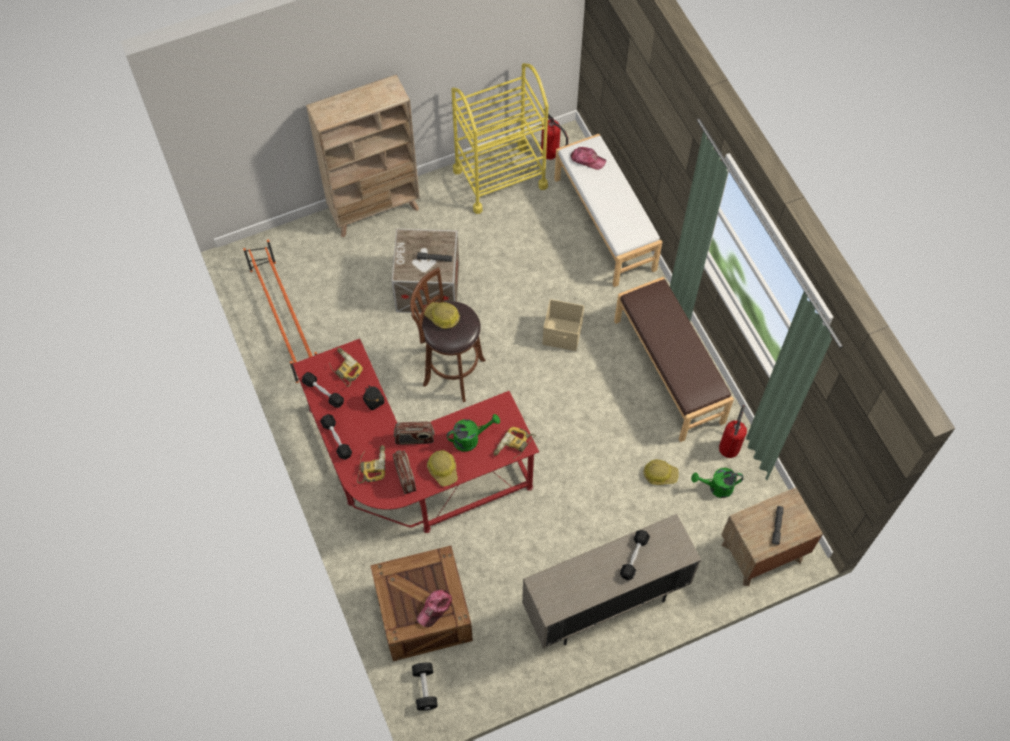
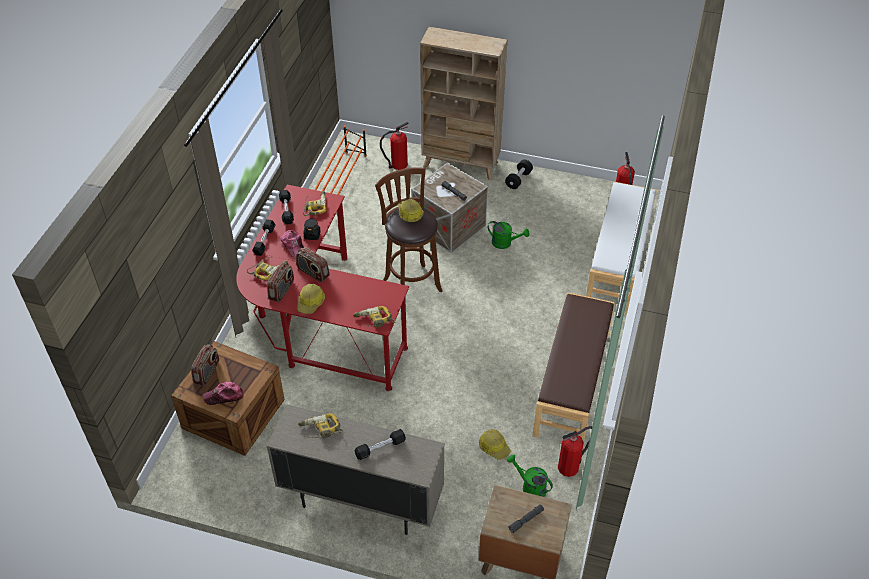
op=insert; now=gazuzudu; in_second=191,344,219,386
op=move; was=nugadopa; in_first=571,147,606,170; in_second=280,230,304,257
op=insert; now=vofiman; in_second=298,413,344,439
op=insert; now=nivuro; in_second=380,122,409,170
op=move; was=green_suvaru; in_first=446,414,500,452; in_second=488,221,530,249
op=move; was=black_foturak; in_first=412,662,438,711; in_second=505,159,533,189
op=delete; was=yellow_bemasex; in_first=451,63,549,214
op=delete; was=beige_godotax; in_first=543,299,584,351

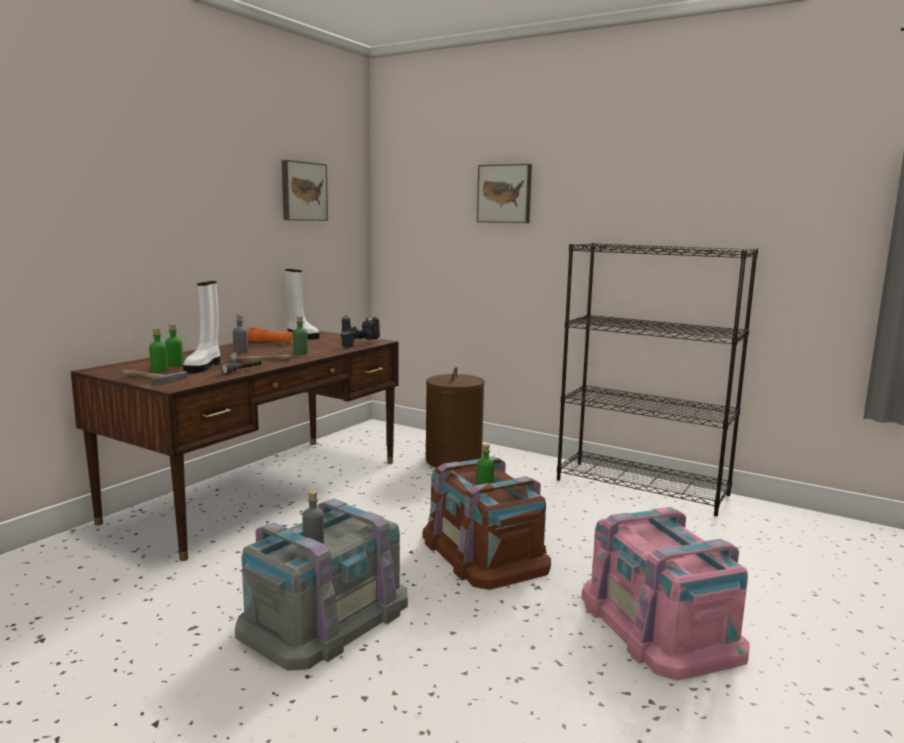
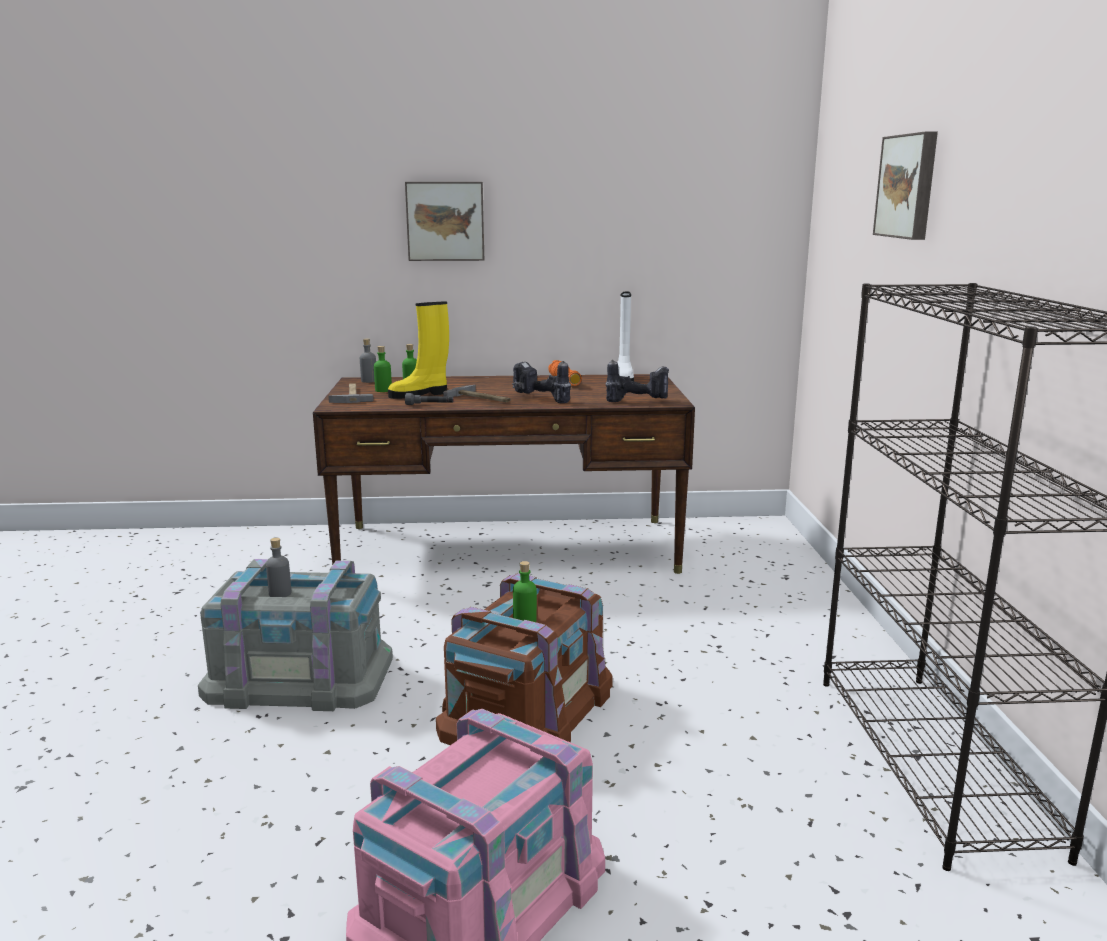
op=move; was=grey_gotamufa; in_first=233,315,248,354; in_second=360,338,376,383
op=recolor; was=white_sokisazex; now=yellow_sokisazex; in_first=183,281,221,373; in_second=388,301,449,399
op=move; was=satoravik; in_first=282,160,328,221; in_second=405,182,484,261
op=replace; was=green_gotamufa; now=vofiman; in_first=293,316,308,355; in_second=512,361,571,403
op=delete; was=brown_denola; in_first=426,367,485,468

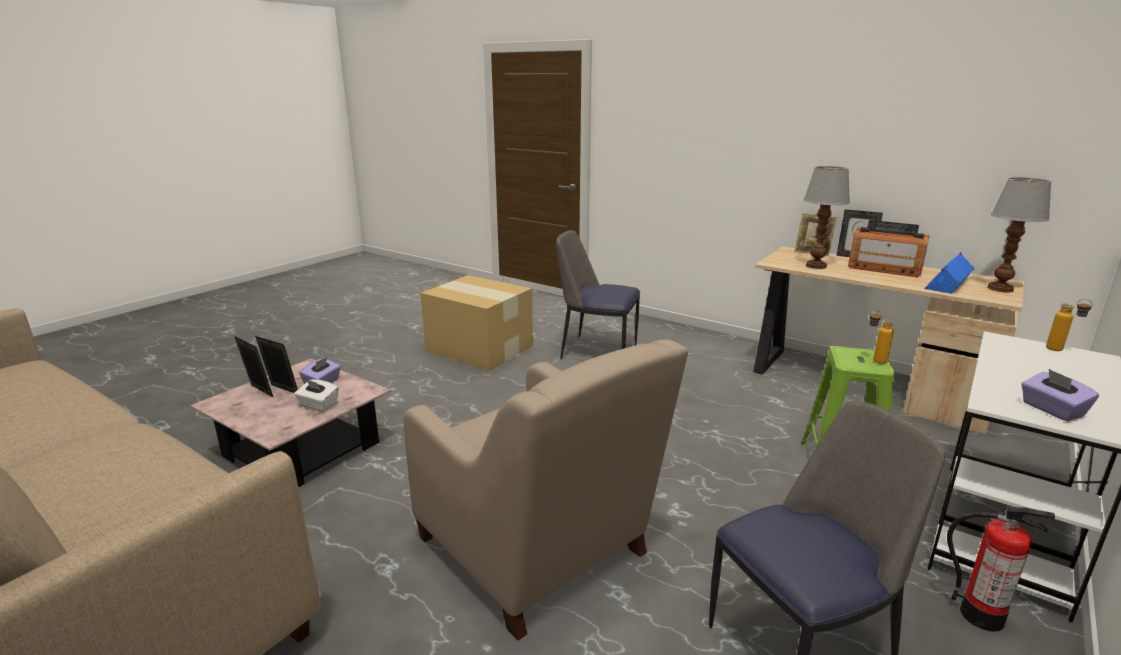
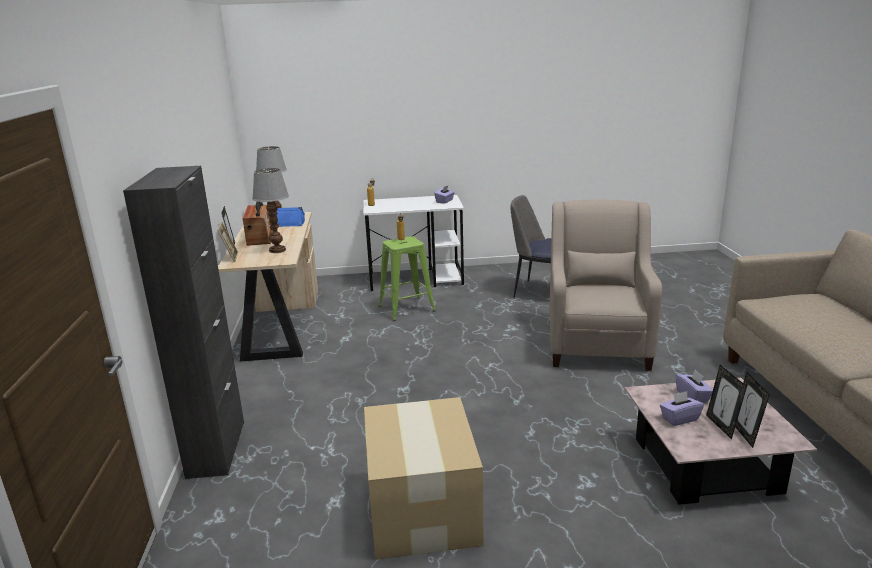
op=insert; now=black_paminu; in_second=123,166,244,479
op=recolor; was=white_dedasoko; now=purple_dedasoko; in_first=294,379,339,412; in_second=675,370,713,403
op=delete; was=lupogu; in_first=556,230,640,359
op=delete; was=nivuro; in_first=947,507,1055,632

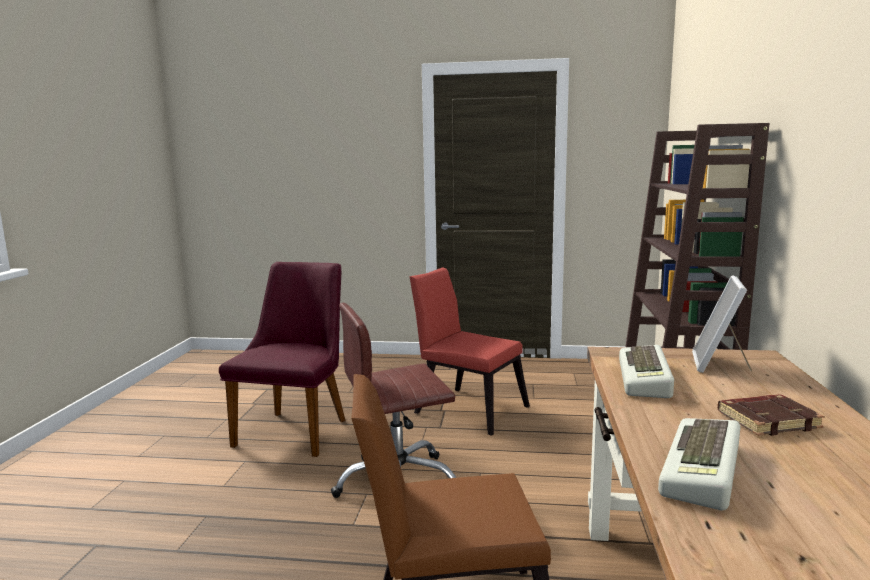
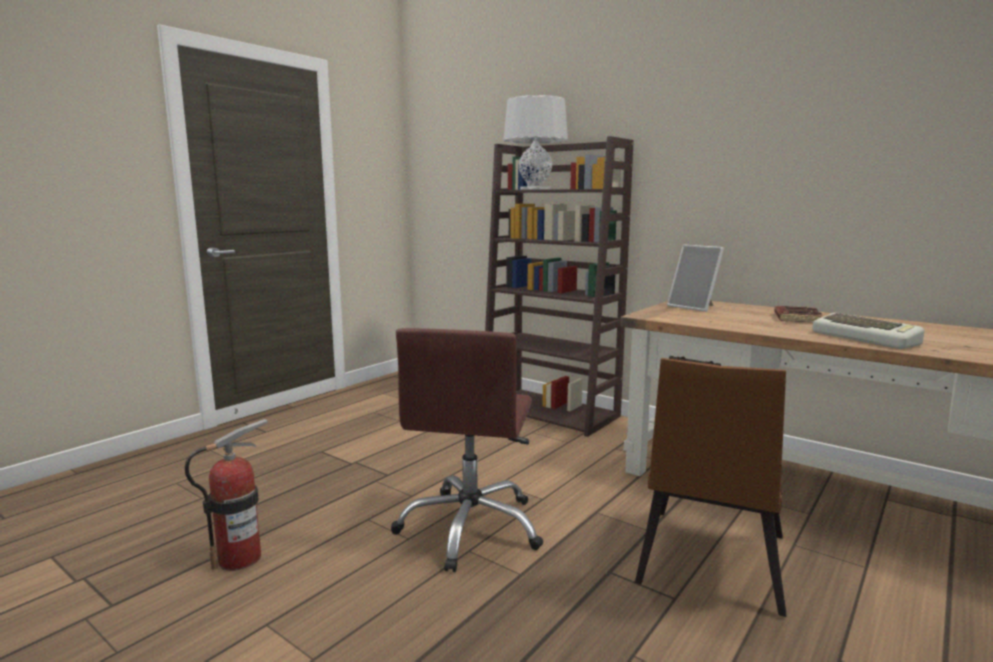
op=replace; was=purple_lupogu; now=nivuro; in_first=219,262,346,457; in_second=185,419,268,571
op=insert; now=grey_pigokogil; in_second=503,95,568,190
op=delete; was=red_lupogu; in_first=410,267,530,436
op=delete; was=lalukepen; in_first=619,345,674,398

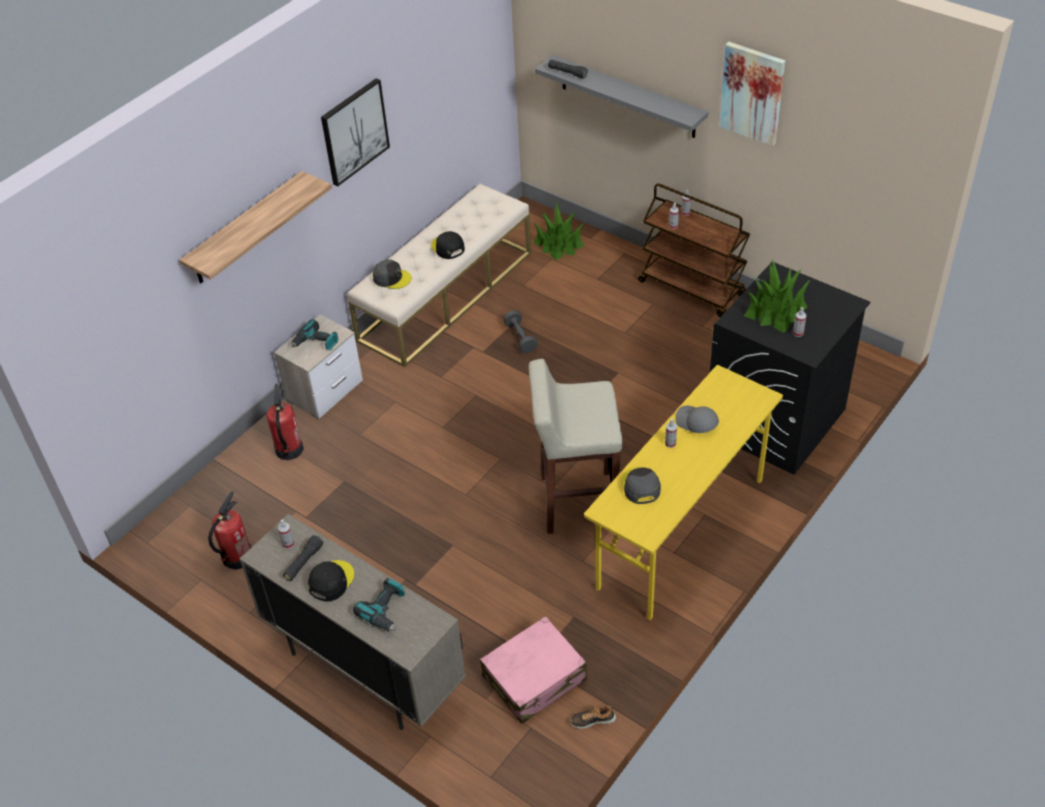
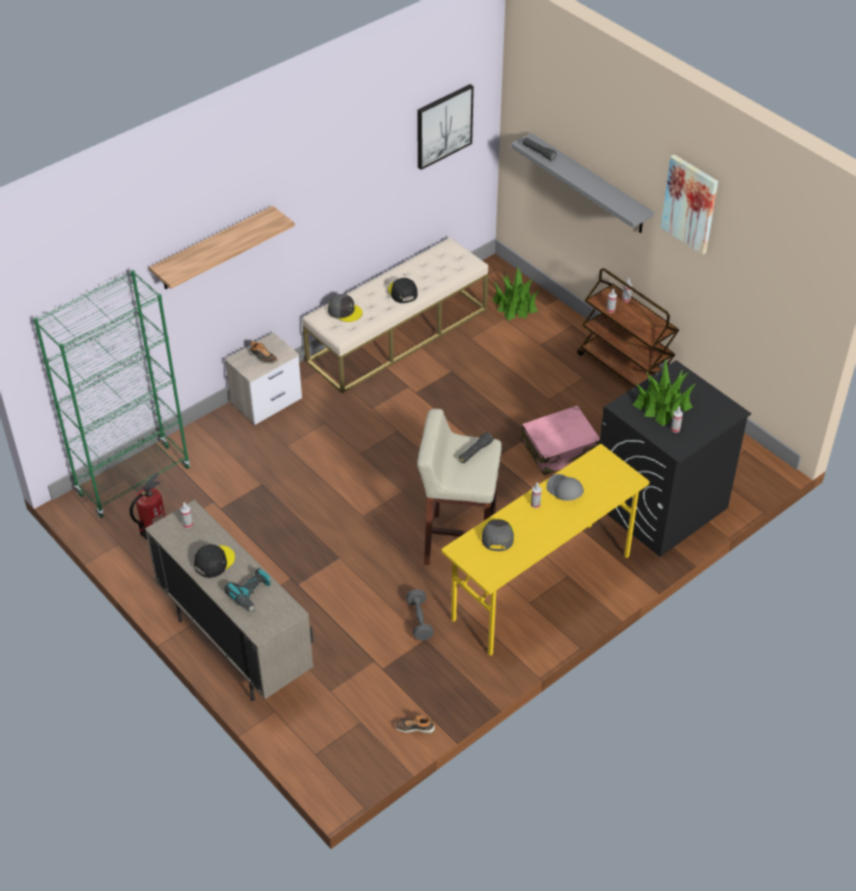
op=insert; now=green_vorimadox; in_second=33,270,190,518
op=replace; was=vofiman; now=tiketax; in_first=291,319,338,351; in_second=249,341,278,364
op=move; was=grey_foturak; in_first=503,310,538,353; in_second=406,589,434,640
op=move; was=satoravik; in_first=321,78,390,187; in_second=417,84,474,170
op=move; was=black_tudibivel; in_first=283,535,323,581; in_second=459,432,493,463
op=move; was=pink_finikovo; in_first=480,616,587,724; in_second=521,405,600,475
op=delete; was=nivuro; in_first=266,384,304,460

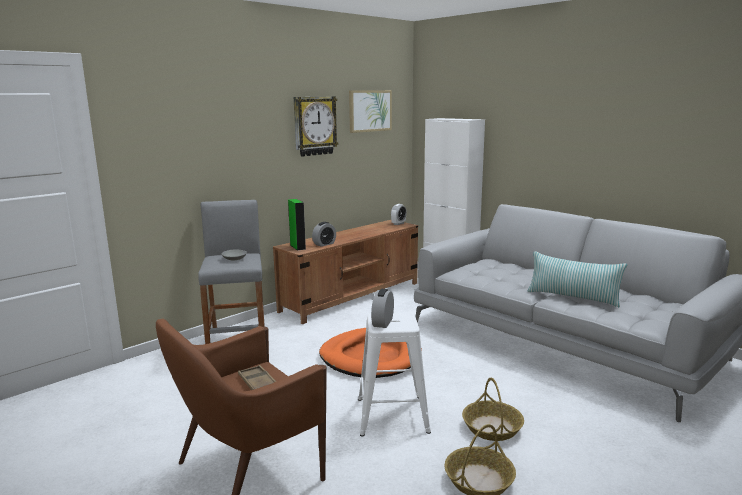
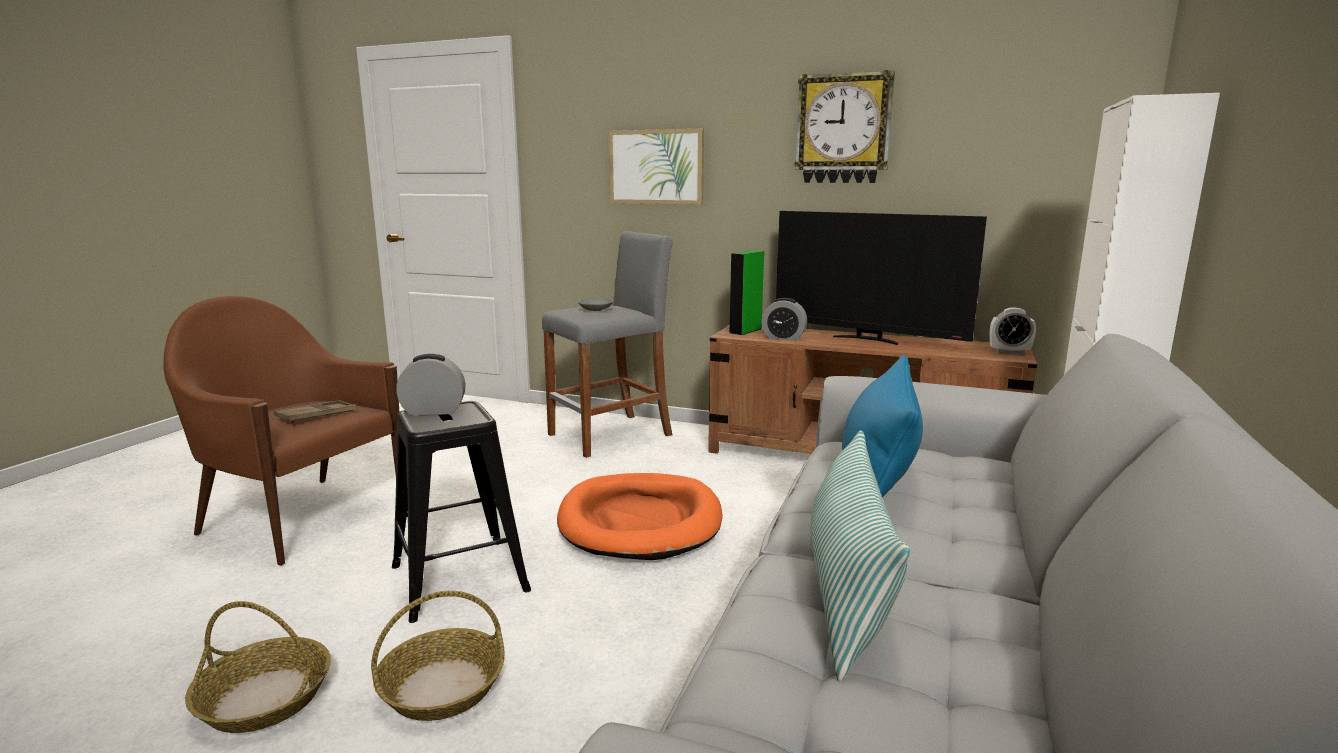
op=recolor; was=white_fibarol; now=black_fibarol; in_first=358,312,431,437; in_second=392,401,531,623
op=move; was=satoravik; in_first=349,90,392,133; in_second=609,129,704,205
op=insert; now=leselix; in_second=776,211,987,345
op=insert; now=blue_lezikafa; in_second=842,355,923,498

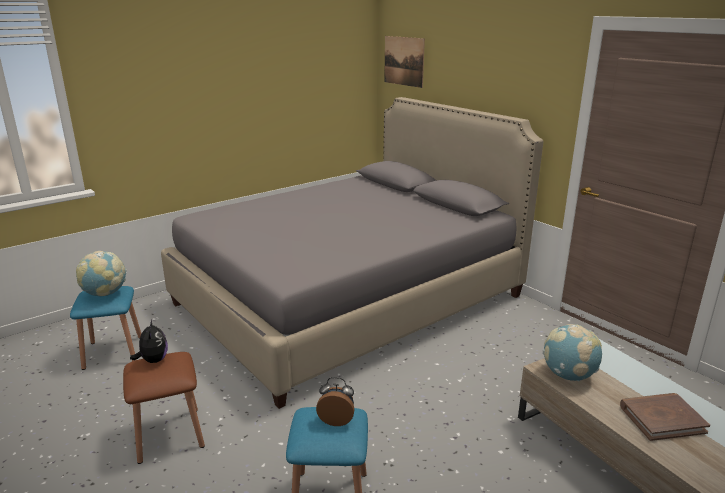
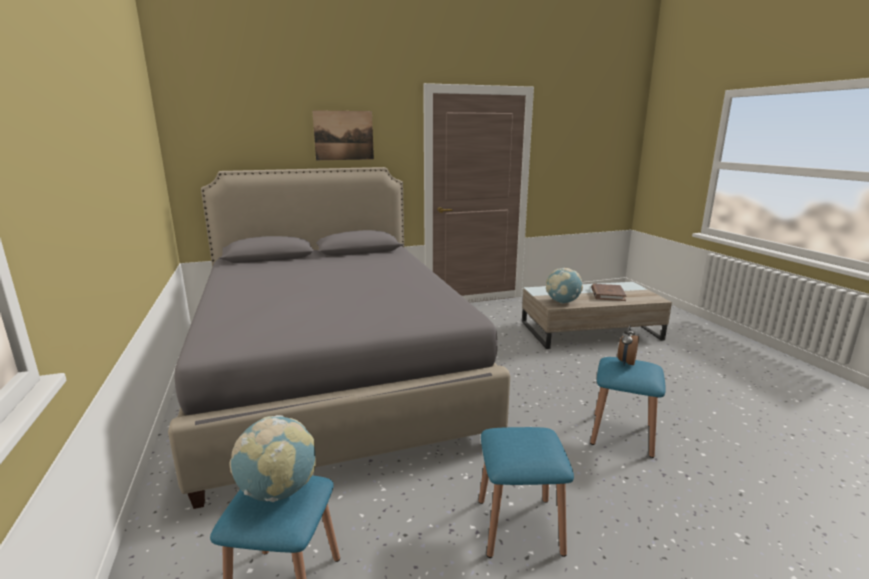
op=move; was=satoravik; in_first=384,36,425,88; in_second=312,110,374,160
op=recolor; was=brown_fibarol; now=blue_fibarol; in_first=123,352,205,464; in_second=479,427,574,558
op=delete; was=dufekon; in_first=130,320,168,363

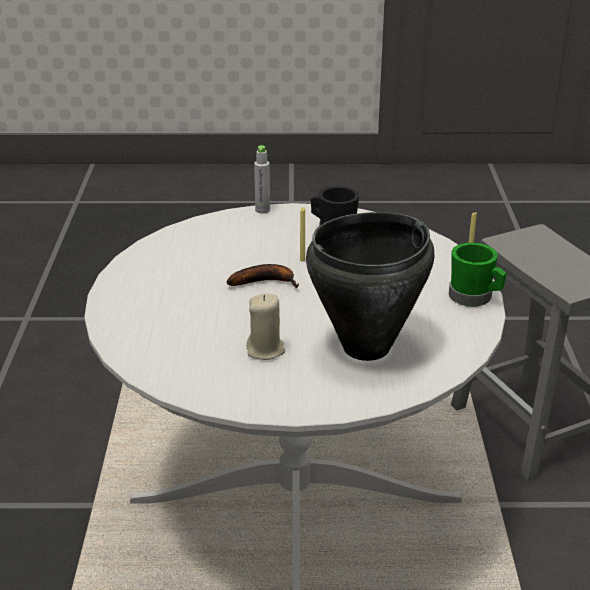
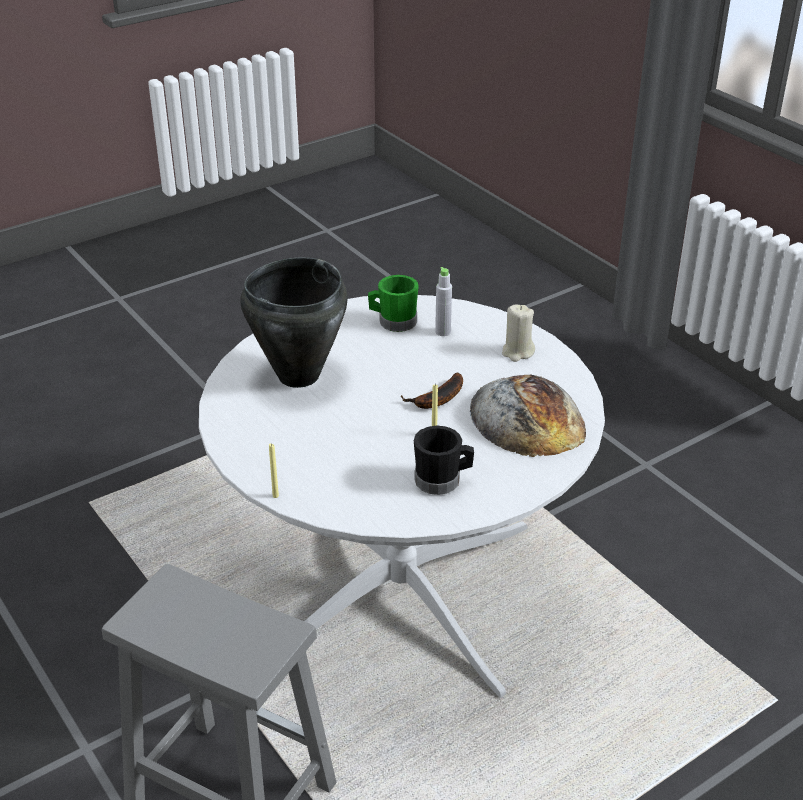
op=move; was=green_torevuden; in_first=449,243,507,307; in_second=368,275,419,332
op=move; was=grey_gotamufa; in_first=254,145,270,214; in_second=435,267,452,336
op=insert; now=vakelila; in_second=470,375,586,457
op=move; was=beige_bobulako; in_first=246,293,286,360; in_second=502,305,535,362

